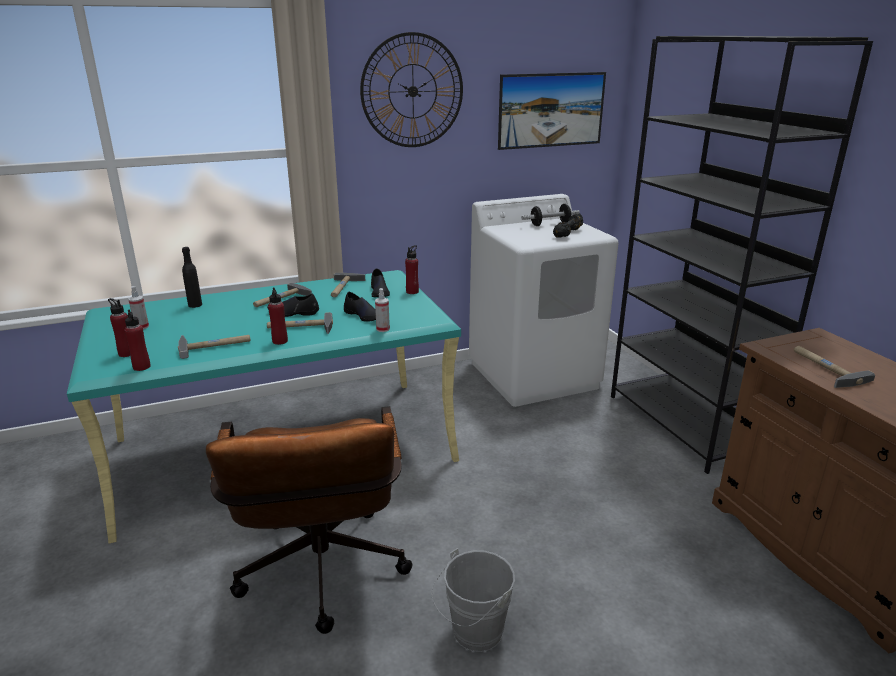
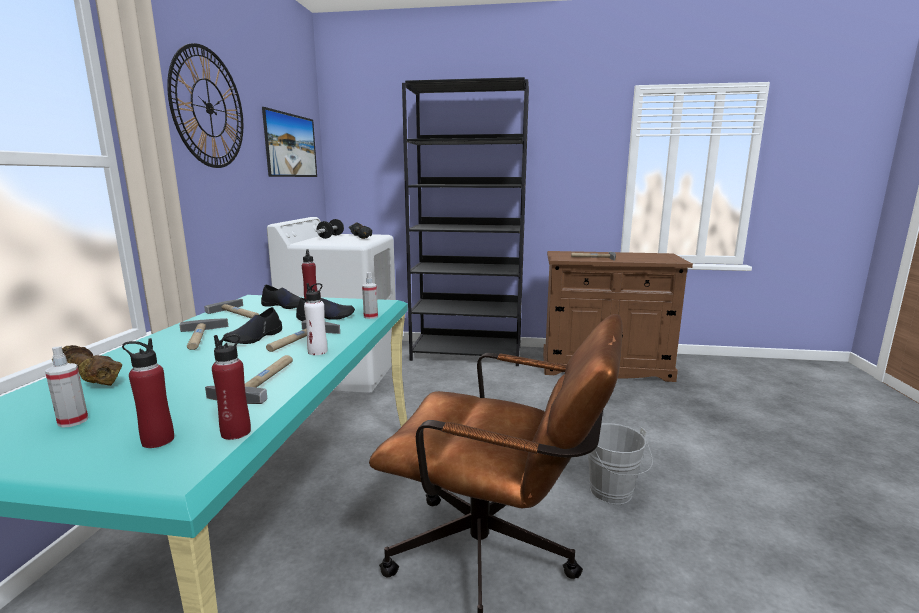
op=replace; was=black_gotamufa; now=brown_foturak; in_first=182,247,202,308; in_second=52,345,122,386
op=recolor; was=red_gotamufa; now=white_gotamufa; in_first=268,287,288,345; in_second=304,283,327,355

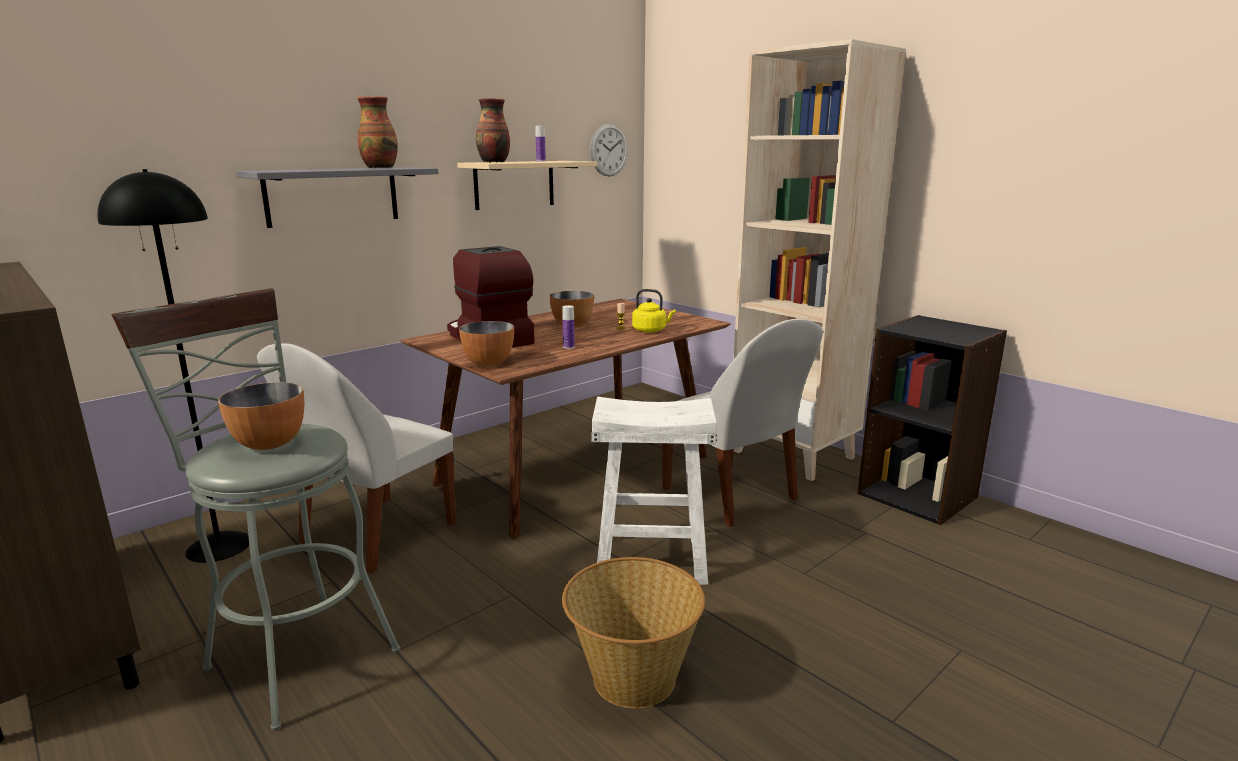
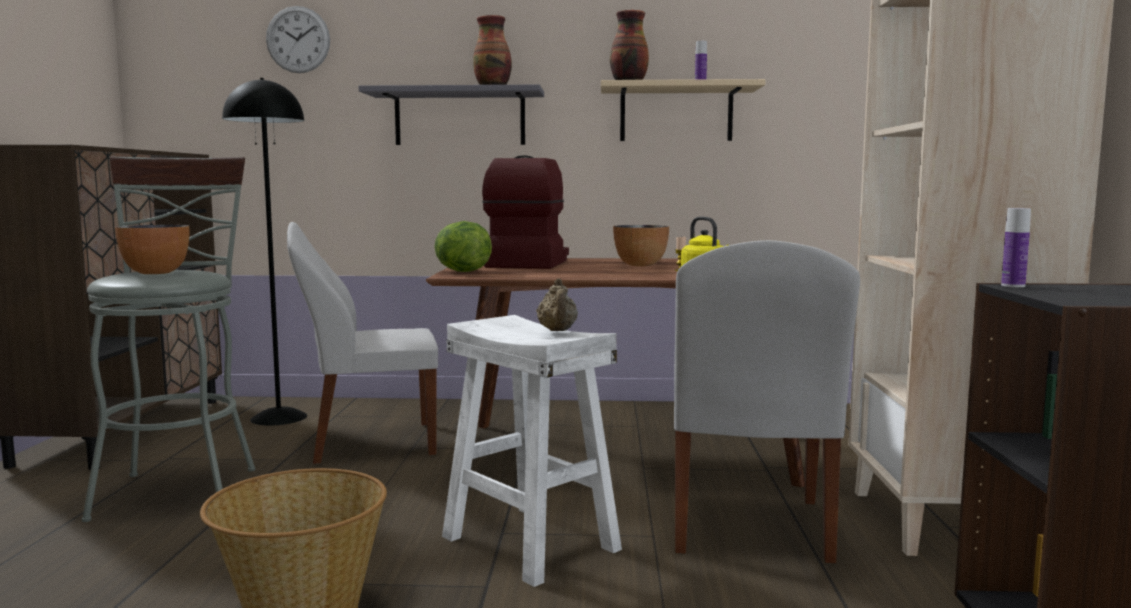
op=move; was=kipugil; in_first=590,124,628,177; in_second=266,6,330,73
op=replace; was=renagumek; now=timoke; in_first=459,321,514,367; in_second=434,221,492,272
op=insert; now=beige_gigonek; in_second=536,278,578,331
op=move; was=gotamufa; in_first=563,305,575,349; in_second=1001,208,1031,287

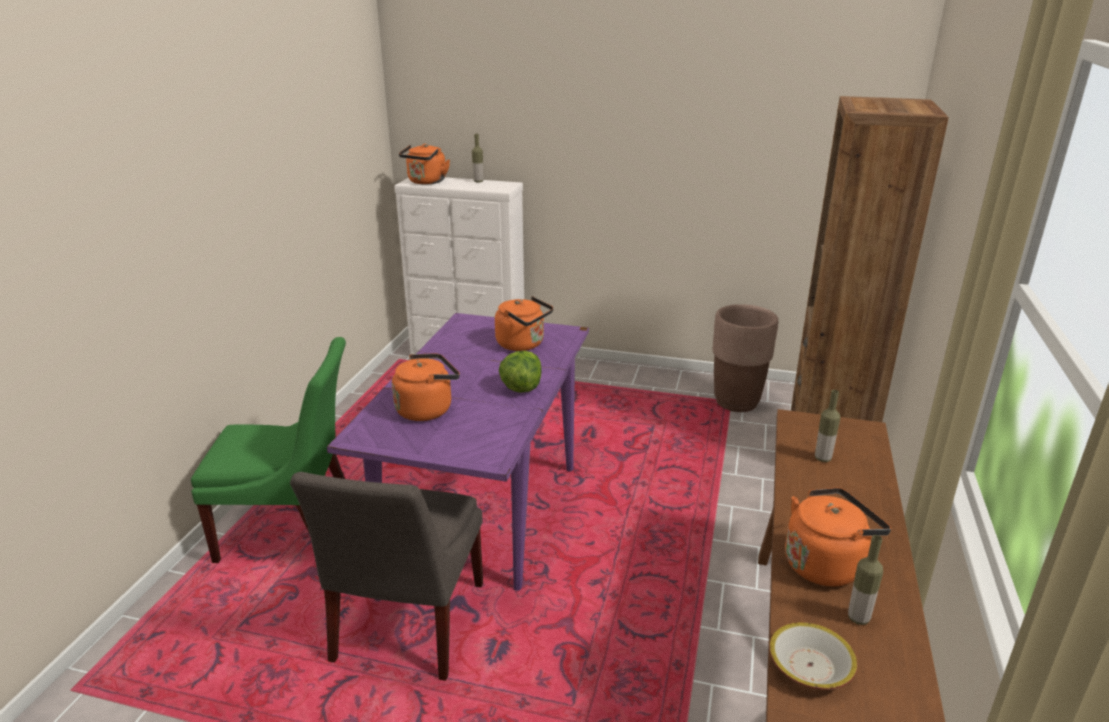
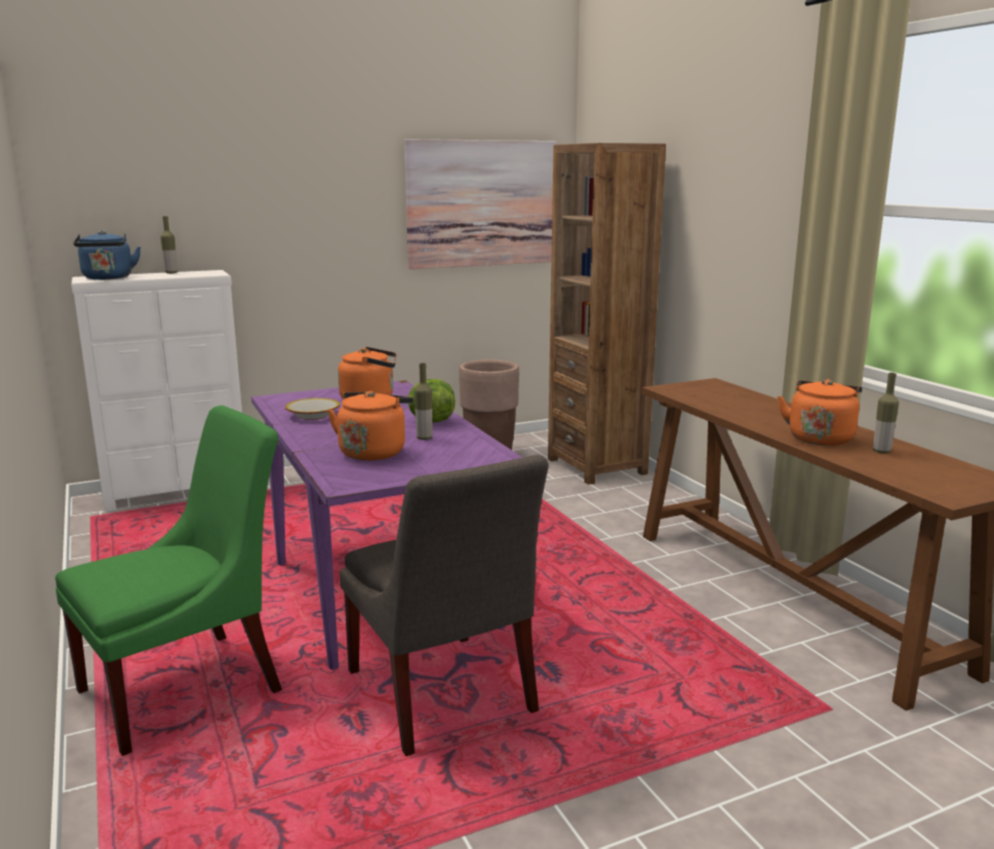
op=recolor; was=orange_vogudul; now=blue_vogudul; in_first=399,144,450,185; in_second=74,231,141,280
op=move; was=renagumek; in_first=769,622,857,690; in_second=285,398,340,420
op=insert; now=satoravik; in_second=404,139,557,269
op=move; was=gotamufa; in_first=815,390,840,462; in_second=415,363,432,440

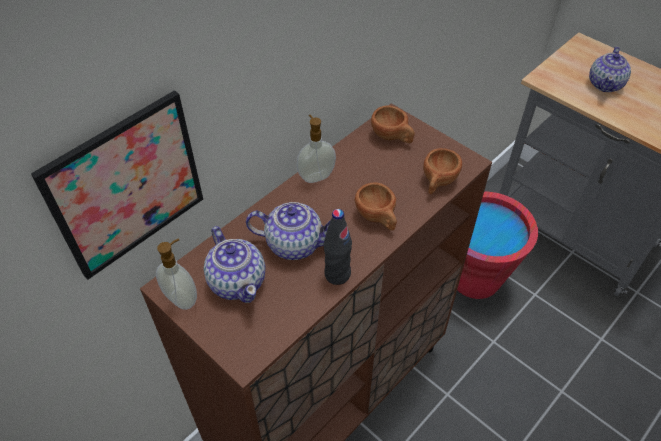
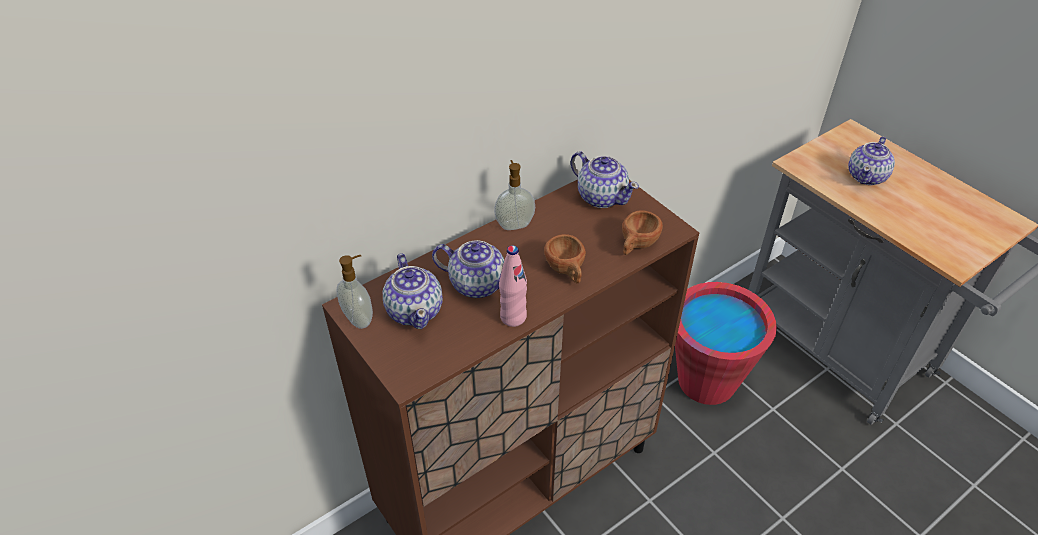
op=recolor; was=black_gotamufa; now=pink_gotamufa; in_first=324,209,352,285; in_second=499,245,527,327
op=replace; was=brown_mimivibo; now=gigonek; in_first=371,106,415,143; in_second=571,151,639,208
op=delete; was=satoravik; in_first=31,90,203,280

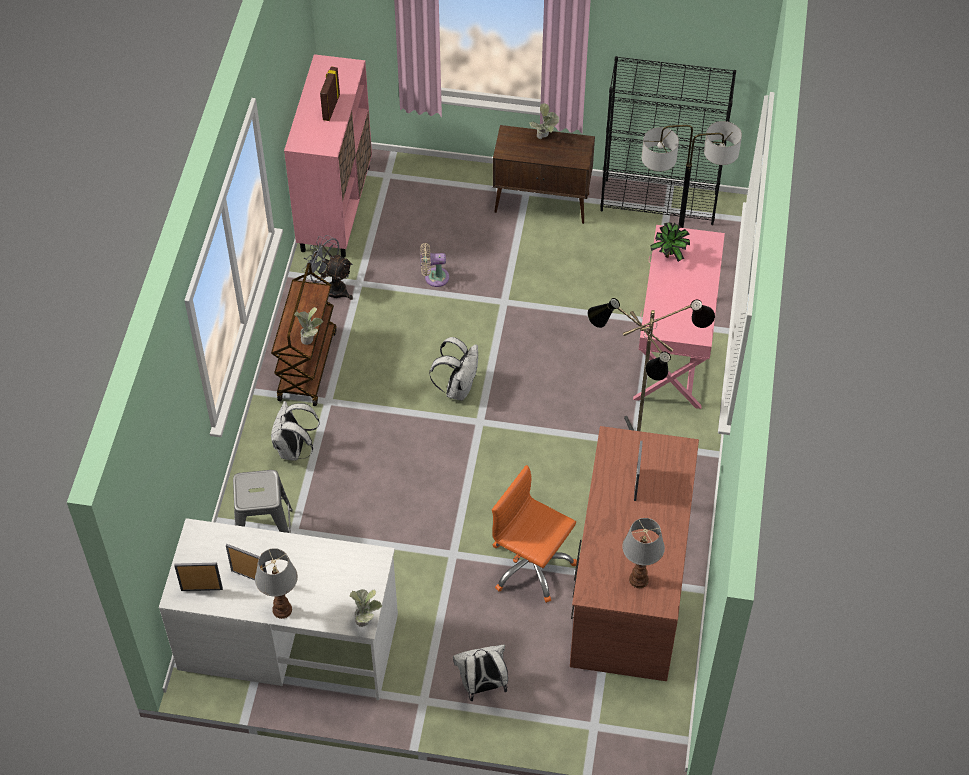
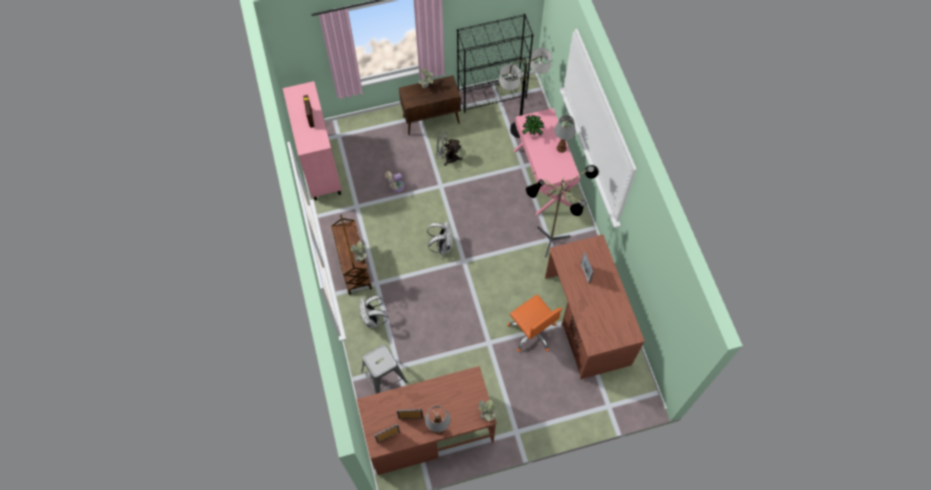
op=recolor; was=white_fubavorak; now=brown_fubavorak; in_first=159,518,398,700; in_second=356,366,497,475
op=move; was=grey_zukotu; in_first=302,235,353,300; in_second=436,130,462,166
op=rotate; was=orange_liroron; in_first=492,465,577,603; in_second=507,294,562,352; clockwise=-135
op=move; was=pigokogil; in_first=622,518,665,588; in_second=554,115,576,153
op=delete; was=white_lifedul; in_first=453,644,508,701

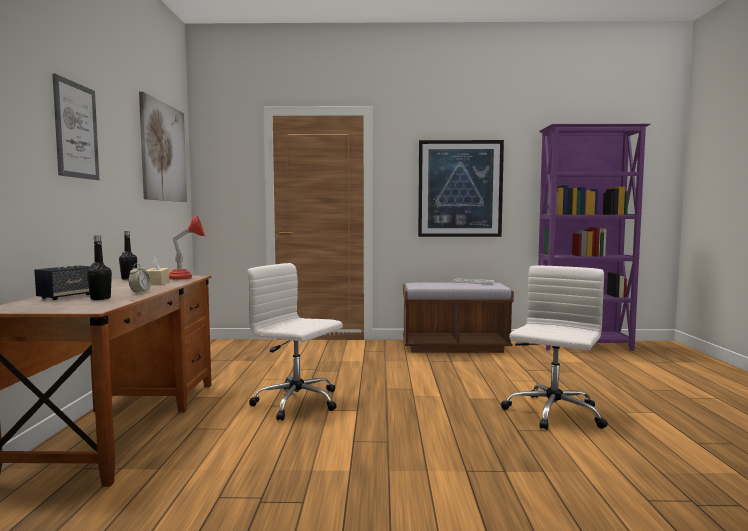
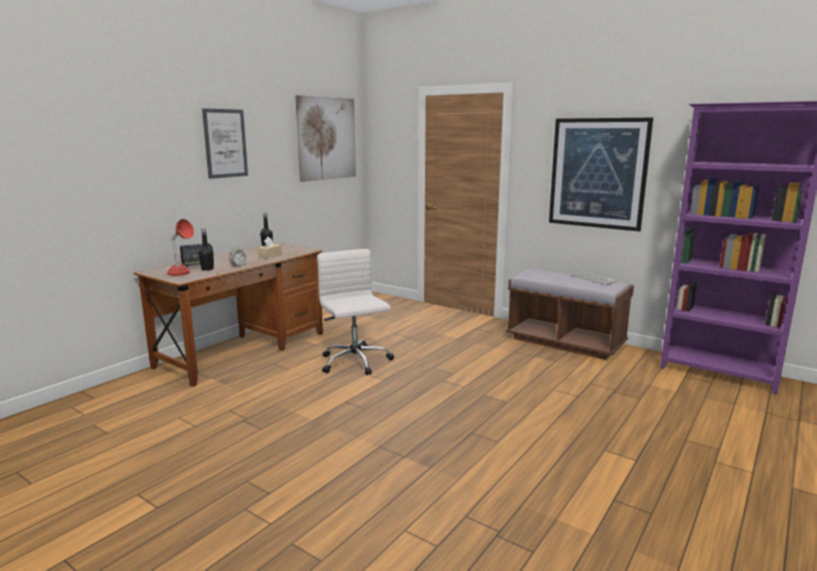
op=move; was=red_pigokogil; in_first=169,215,205,280; in_second=167,219,194,276
op=delete; was=white_liroron; in_first=501,265,608,430

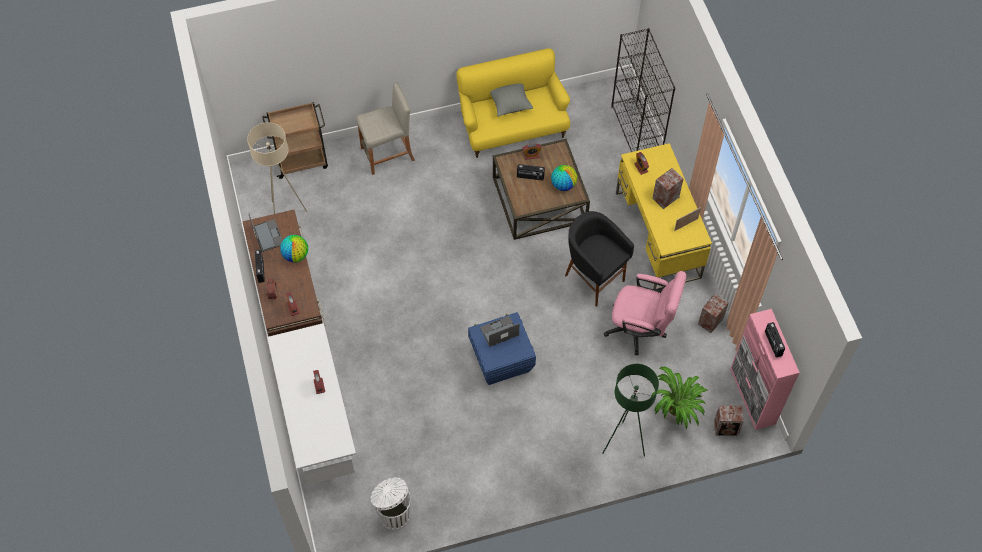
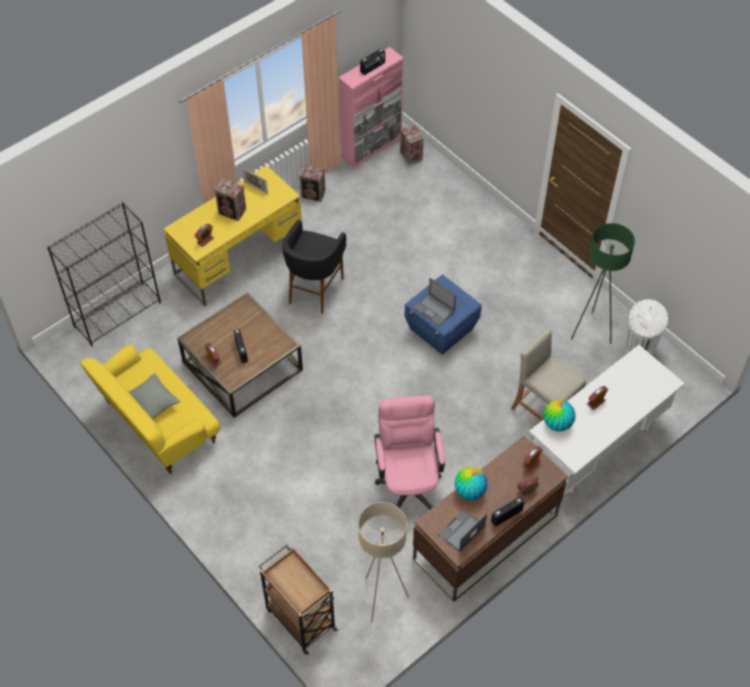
op=move; was=pink_liroron; in_first=604,271,687,355; in_second=374,395,445,509
op=move; was=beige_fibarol; in_first=356,82,415,175; in_second=511,328,586,421
op=move; was=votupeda; in_first=551,165,577,191; in_second=543,400,575,431
op=move; was=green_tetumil; in_first=602,364,659,457; in_second=571,223,635,344
op=delete; was=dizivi; in_first=650,366,708,429

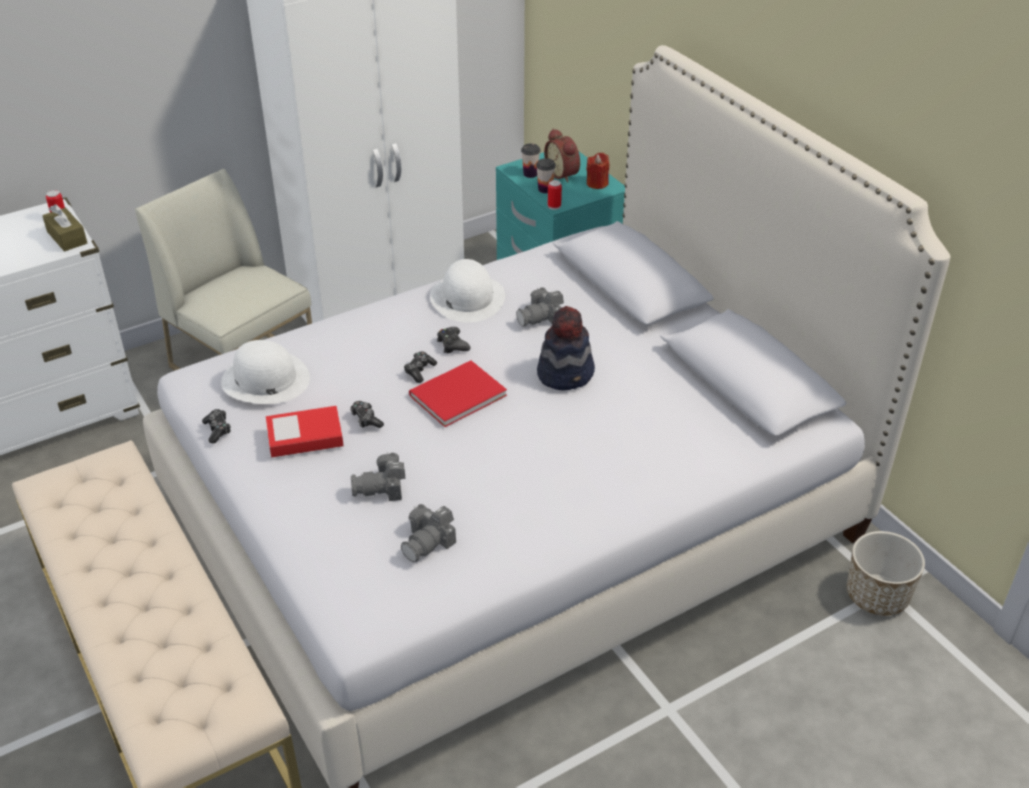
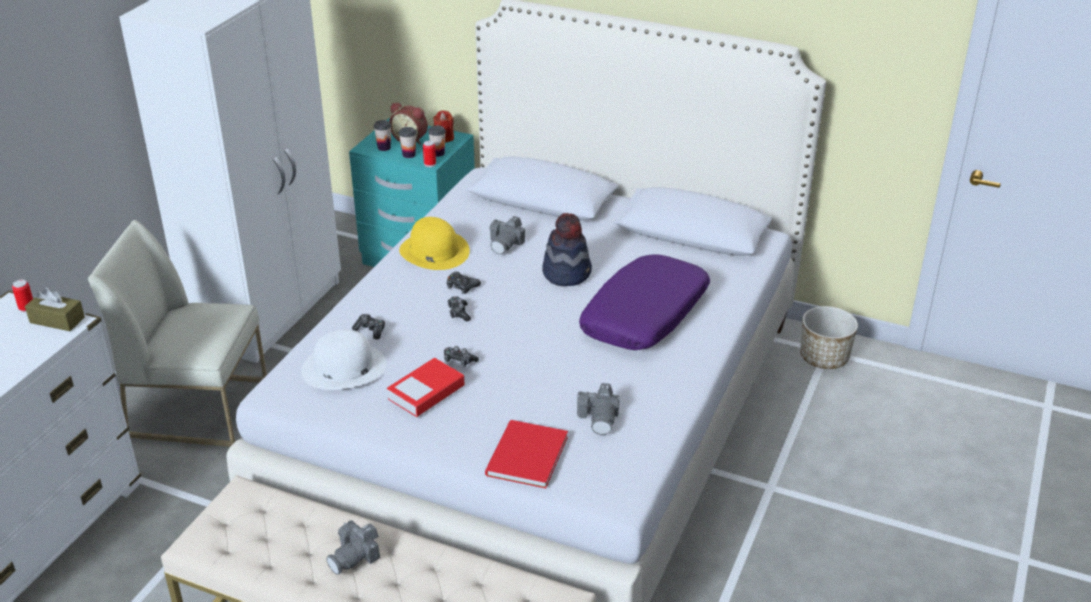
op=move; was=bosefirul; in_first=351,452,405,501; in_second=327,520,380,574
op=move; was=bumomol; in_first=202,409,231,443; in_second=352,314,385,339
op=recolor; was=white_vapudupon; now=yellow_vapudupon; in_first=430,259,505,322; in_second=399,217,470,270
op=insert; now=mimivibo; in_second=428,125,446,157
op=move; was=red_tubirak; in_first=409,361,507,427; in_second=485,420,568,488
op=insert; now=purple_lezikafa; in_second=579,254,710,350

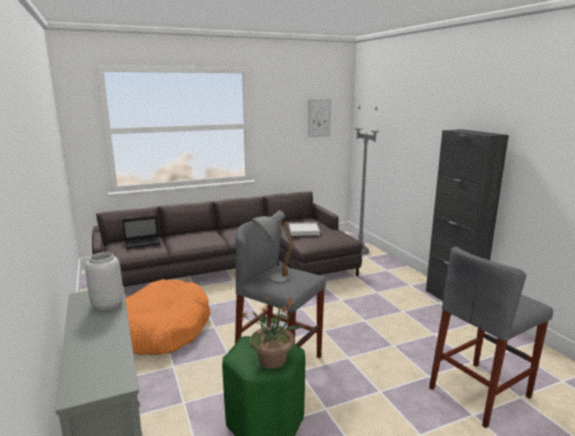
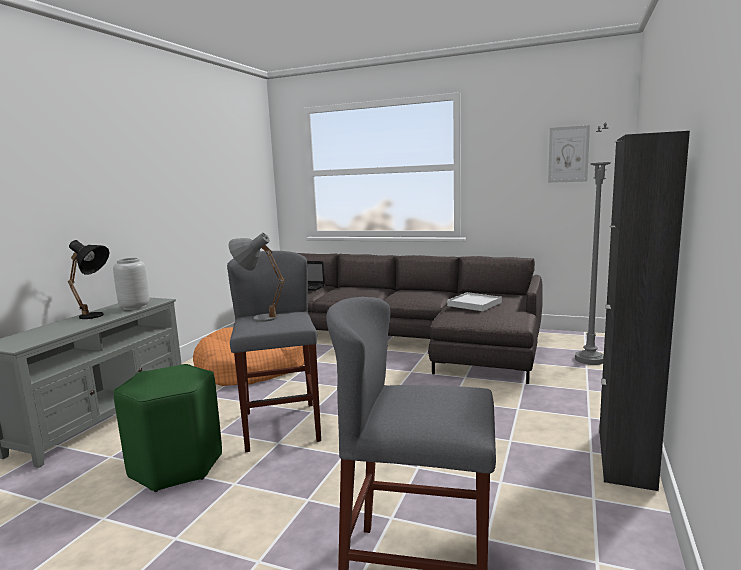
op=insert; now=black_pigokogil; in_second=68,240,110,319
op=delete; was=dizivi; in_first=241,297,306,369

